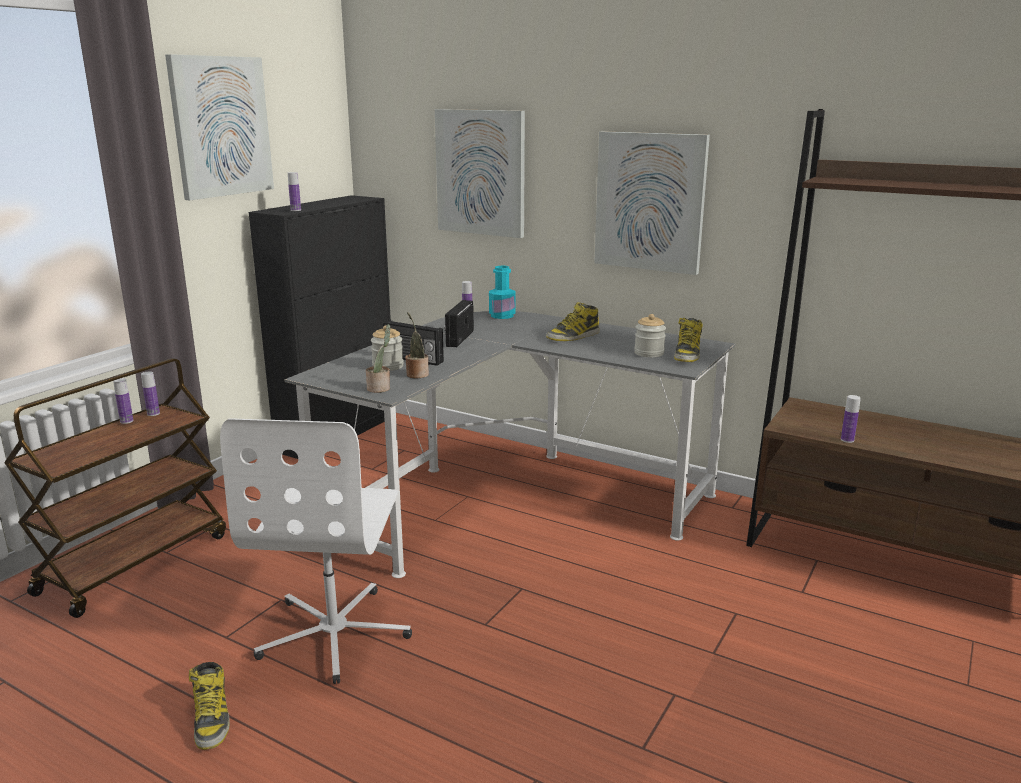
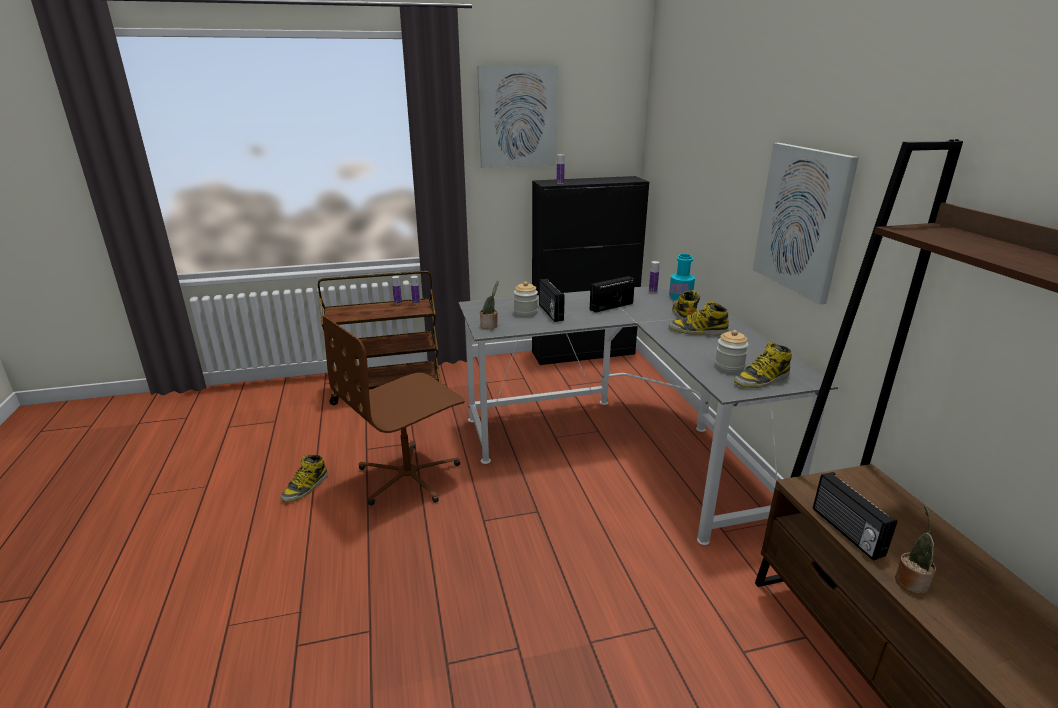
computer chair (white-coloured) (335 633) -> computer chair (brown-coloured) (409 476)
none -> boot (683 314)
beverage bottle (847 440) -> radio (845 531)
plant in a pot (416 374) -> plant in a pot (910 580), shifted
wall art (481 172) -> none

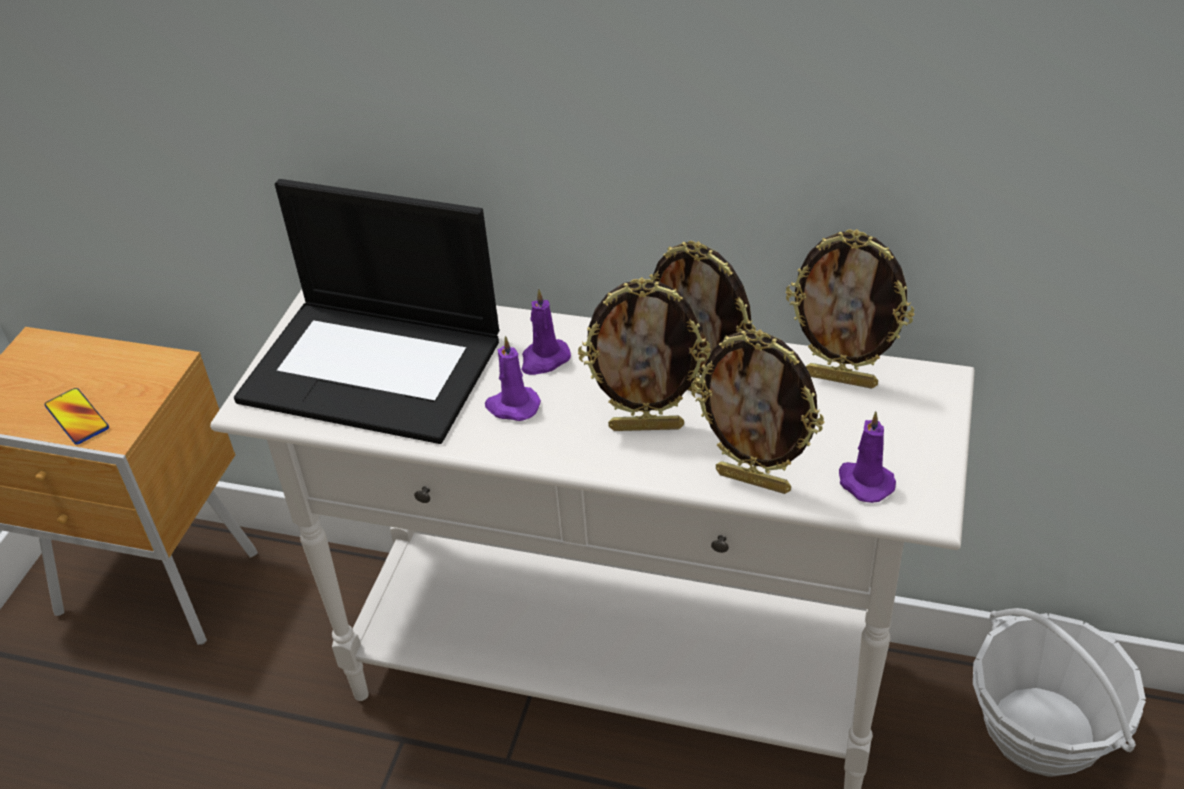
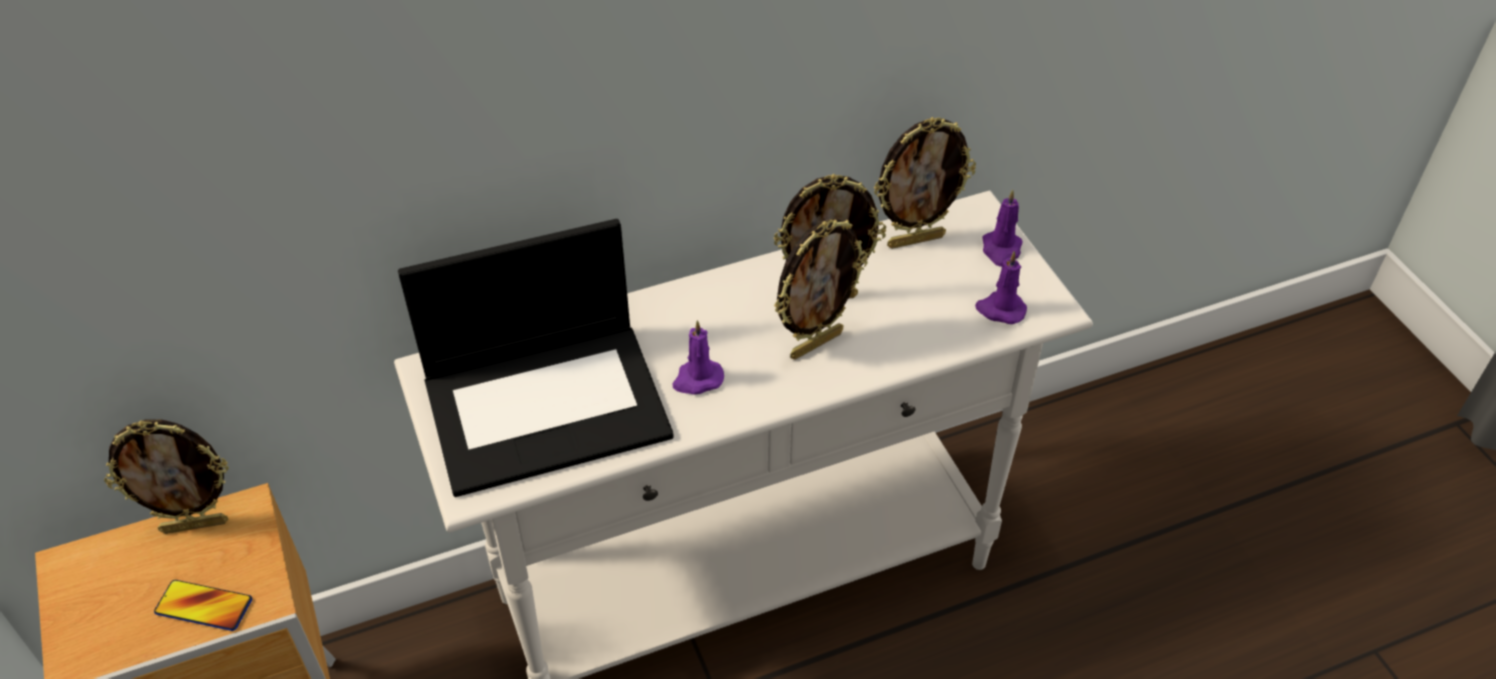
photo frame (754 480) -> photo frame (195 524), shifted
candle (purplish) (544 359) -> candle (purplish) (1001 250), shifted
household basket (1042 731) -> none

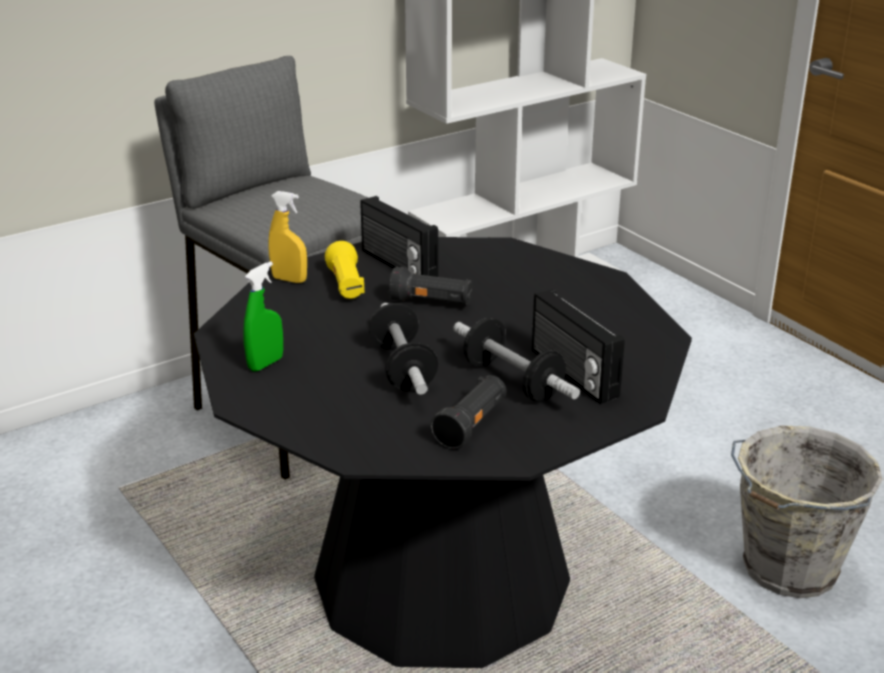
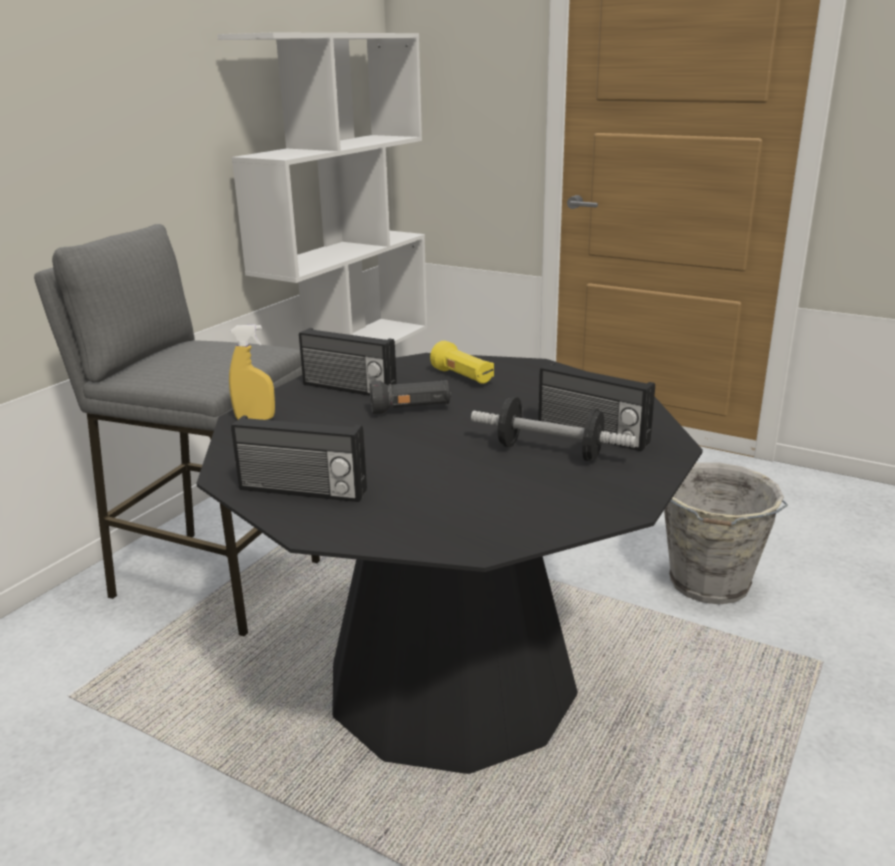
spray bottle (greenish) (265 363) -> radio (302 491)
flashlight (yellowish) (346 285) -> flashlight (yellowish) (463 377), shifted
free weight (402 368) -> none
flashlight (blackish) (471 425) -> none

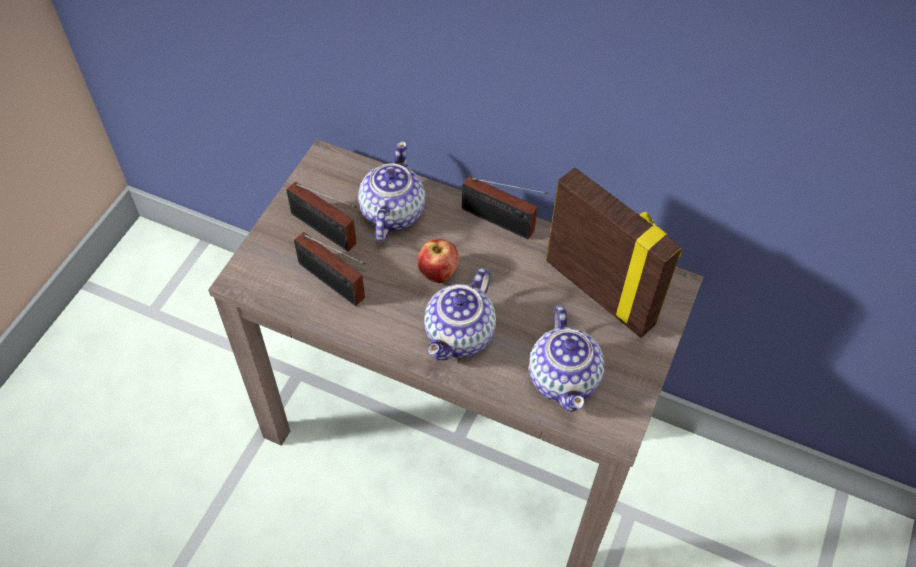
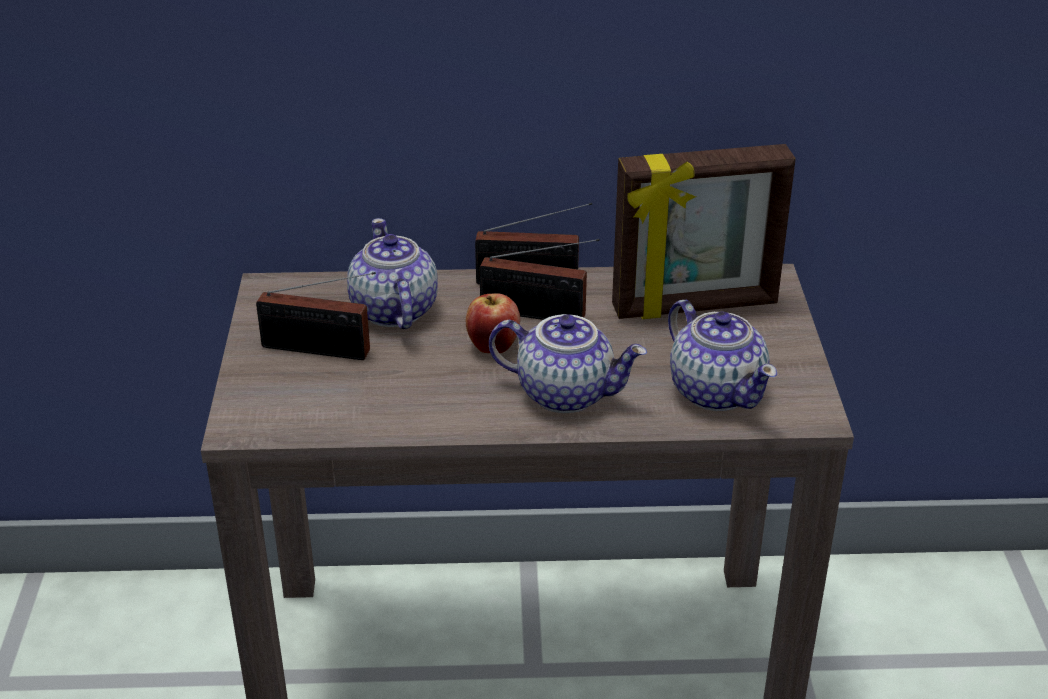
radio (334 284) -> radio (538 315), shifted
tea pot (461 337) -> tea pot (567 393), 75 degrees counterclockwise
photo frame (601 292) -> photo frame (695 307), 150 degrees clockwise

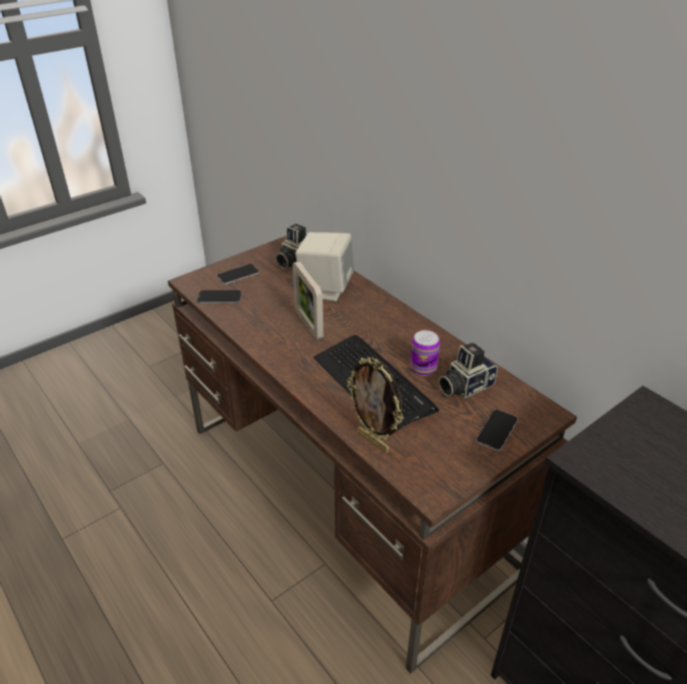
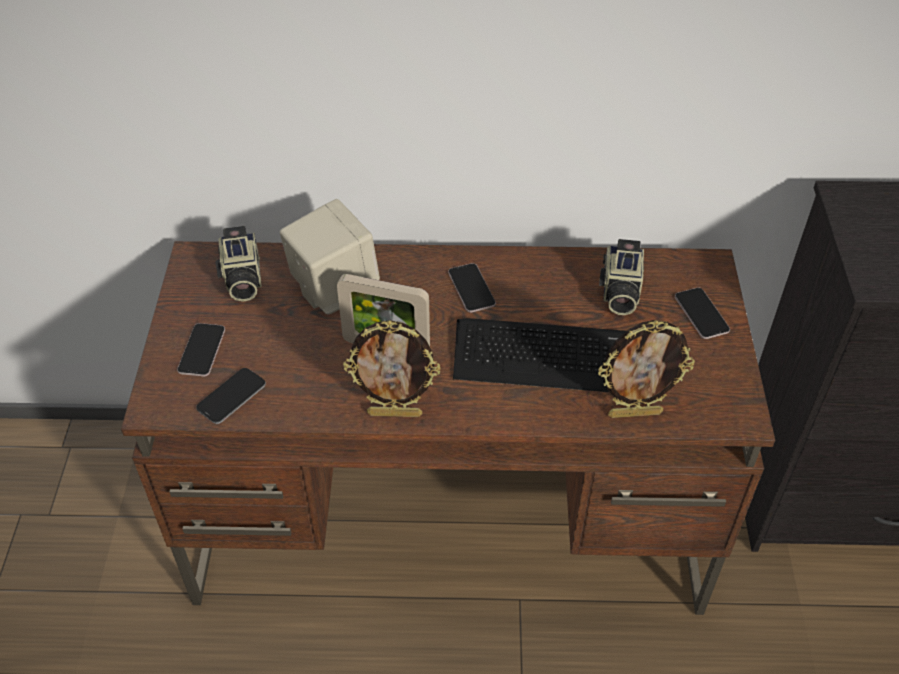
none -> photo frame (395 413)
none -> telephone (471 288)
can (423 368) -> none

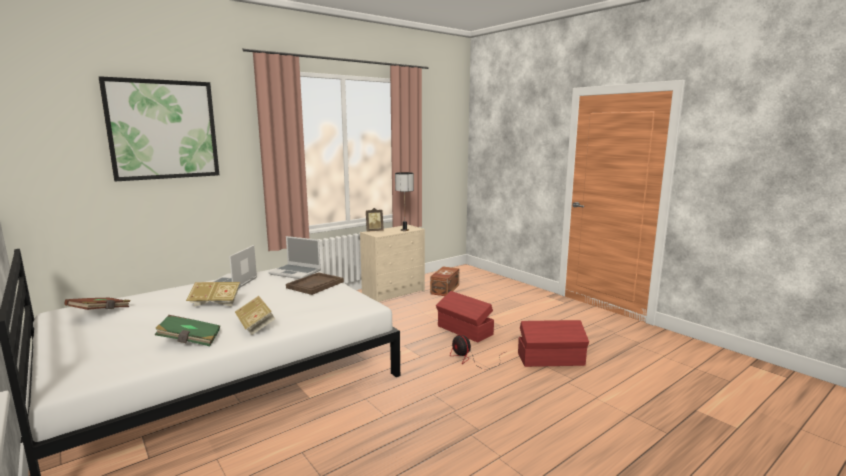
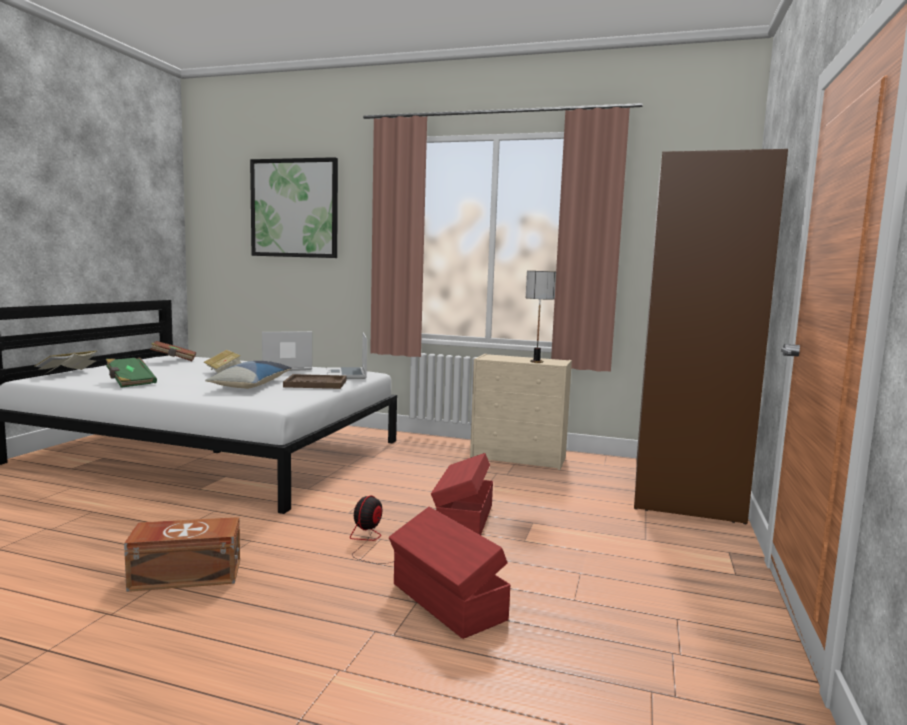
book (255 325) -> book (68 373), shifted
storage bin (brown-coloured) (444 289) -> storage bin (brown-coloured) (185 574), shifted
none -> pillow (252 385)
none -> clothes cupboard (brown-coloured) (685 488)
photo frame (374 231) -> none

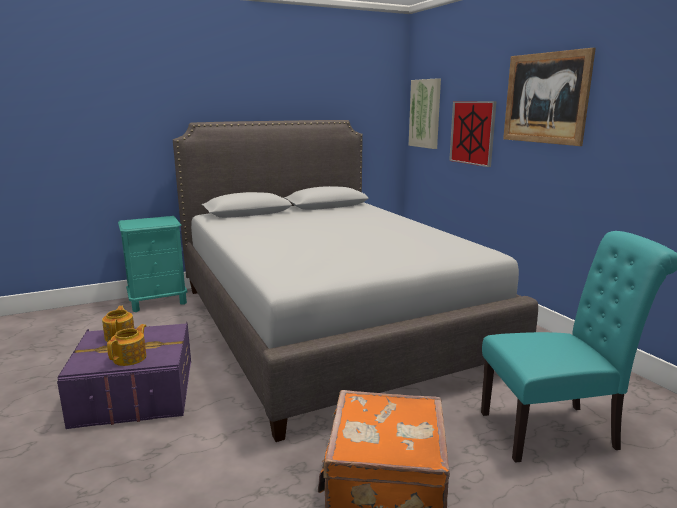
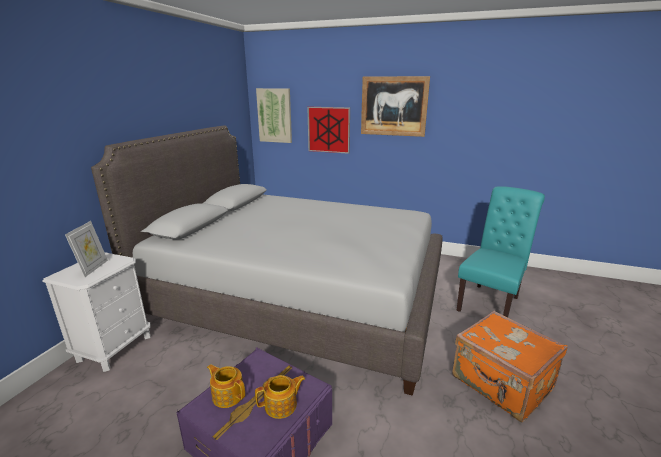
bedside table (blue-green) (158 301) -> bedside table (white-coloured) (115 348)
none -> photo frame (93 268)
tea pot (131 358) -> tea pot (281 405), 90 degrees clockwise

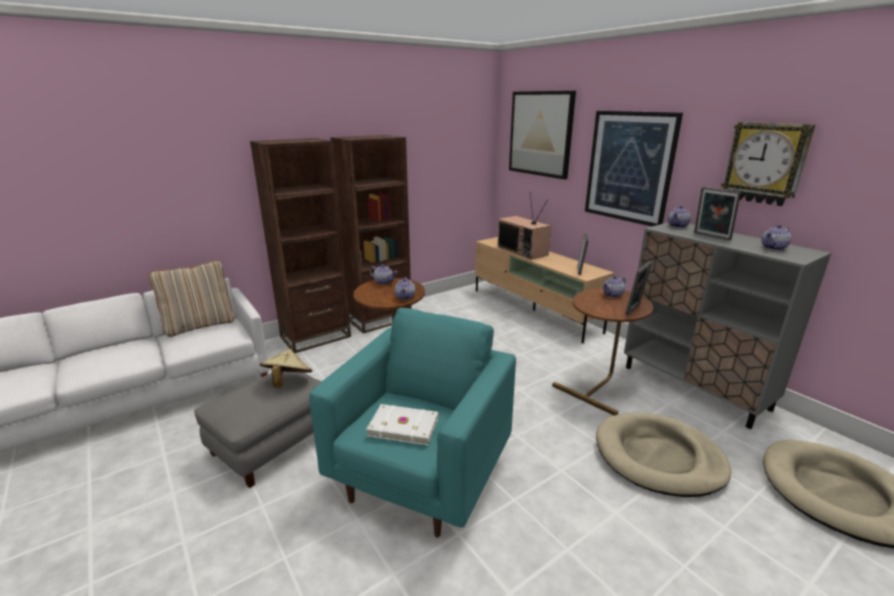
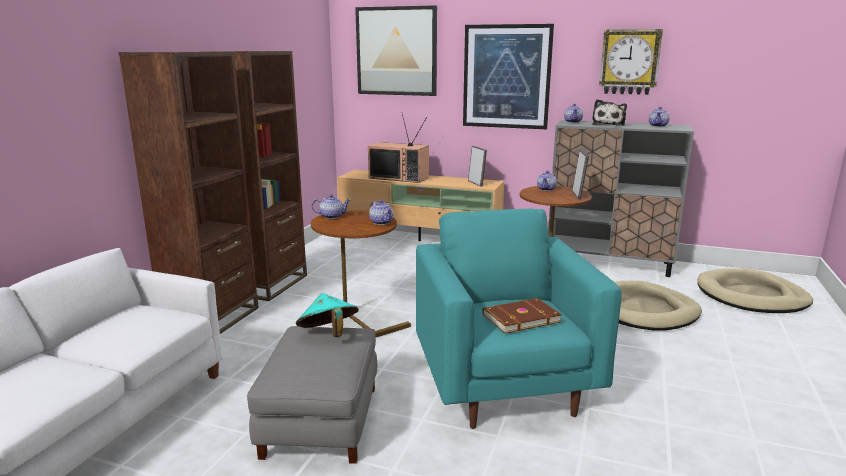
wearable hat (beige) (288 382) -> wearable hat (blue-green) (328 334)
book (white-coloured) (403 425) -> book (brown-coloured) (520 318)
photo frame (711 236) -> cuddly toy (609 124)
pillow (beige) (200 325) -> none

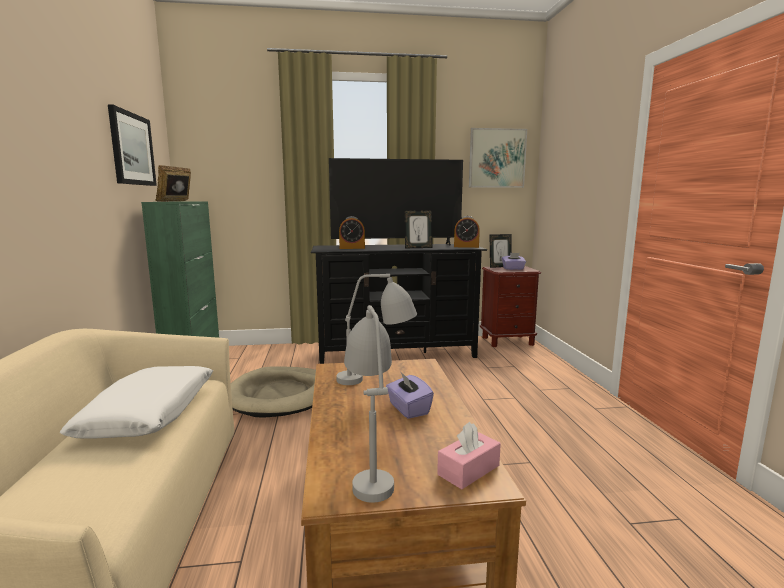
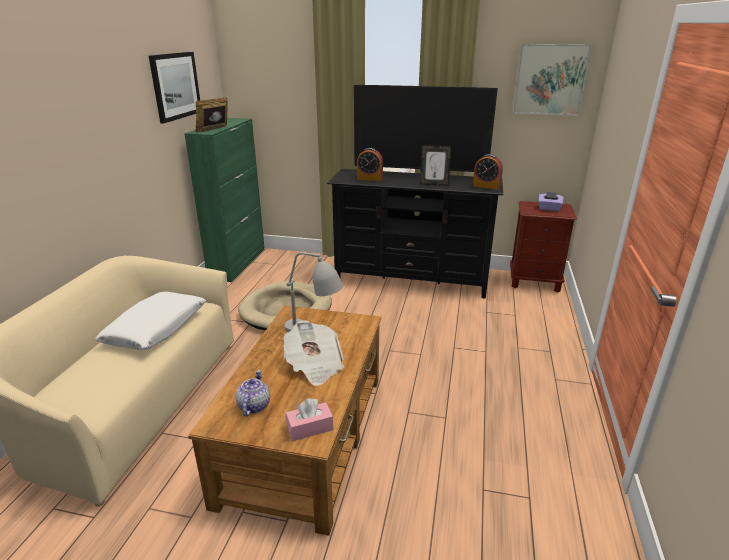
lamp for a table (grey) (370 462) -> tea pot (253 406)
box of tissues (purplish) (408 409) -> daily paper (314 366)
photo frame (499 267) -> none

